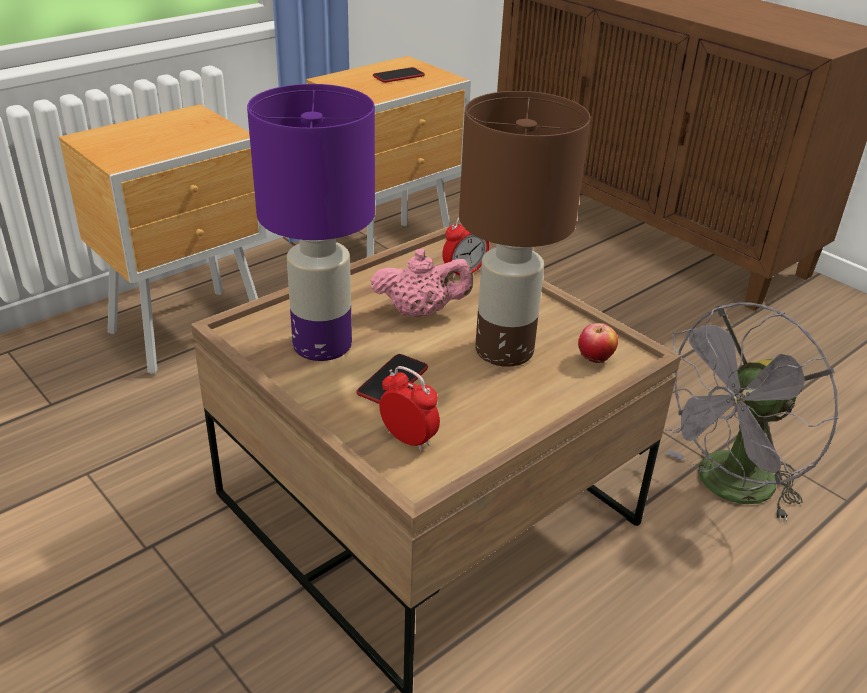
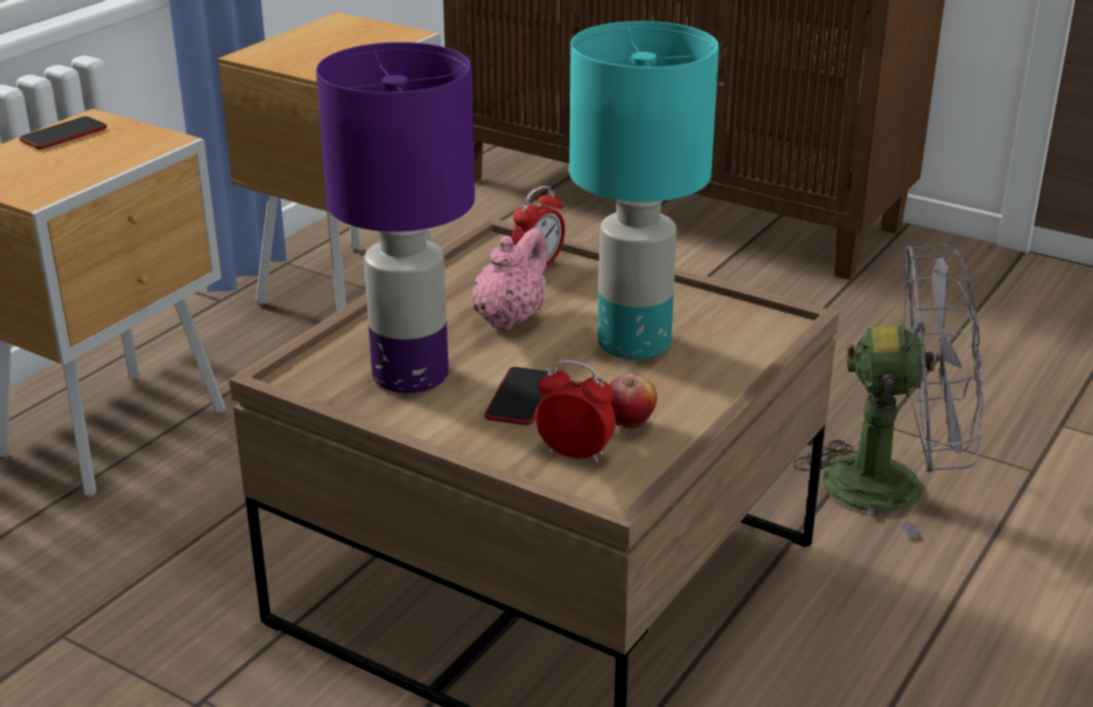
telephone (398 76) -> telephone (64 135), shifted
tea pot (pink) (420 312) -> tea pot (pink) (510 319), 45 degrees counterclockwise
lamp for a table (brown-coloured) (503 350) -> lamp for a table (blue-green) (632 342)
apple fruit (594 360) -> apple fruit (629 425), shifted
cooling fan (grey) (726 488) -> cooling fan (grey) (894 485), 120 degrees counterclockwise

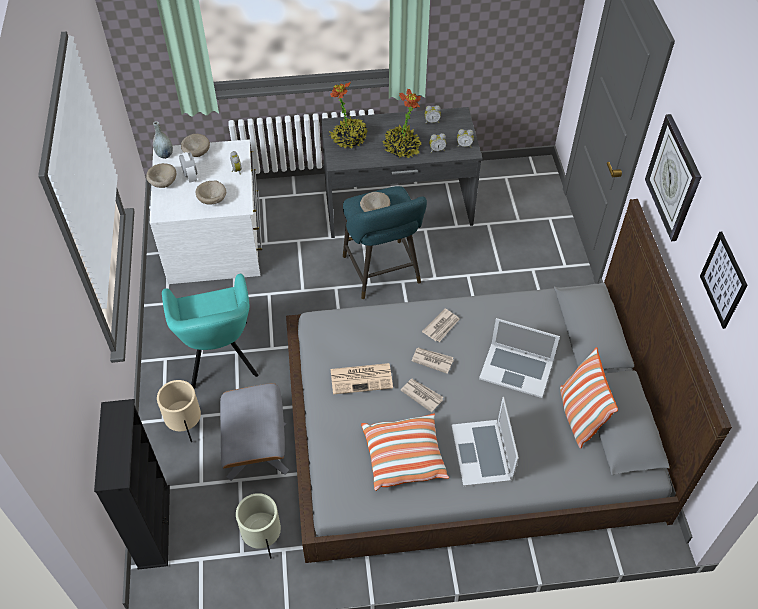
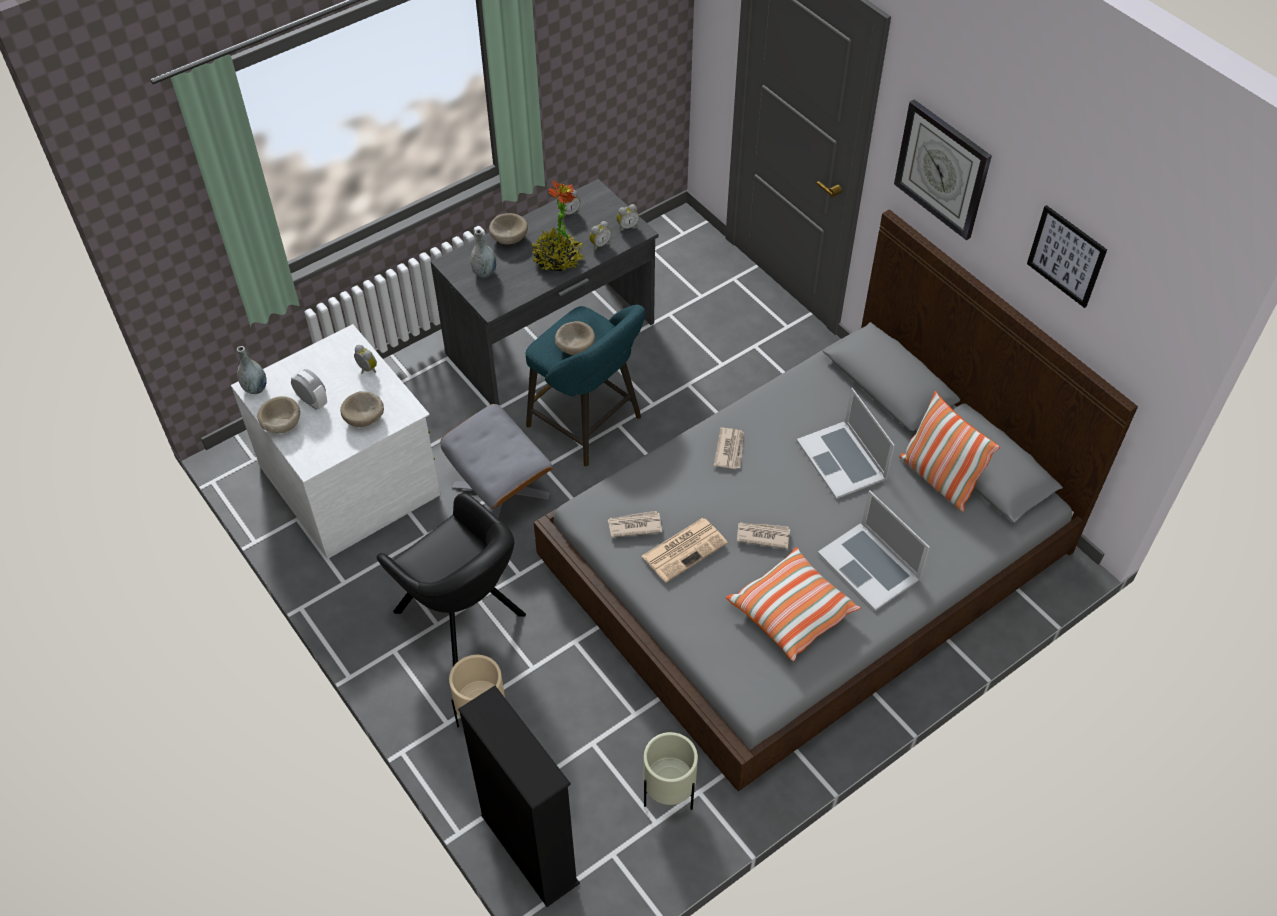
armchair (blue-green) (220 358) -> armchair (blackish) (463 616)
footrest (grey) (257 450) -> footrest (grey) (501 490), shifted
plant in a pot (349 139) -> flower vase (grey) (484 273)
bowl (beige) (196 152) -> bowl (beige) (508 238), shifted
daily paper (432 360) -> daily paper (634 525), shifted
laptop (516 369) -> laptop (842 459), 75 degrees clockwise

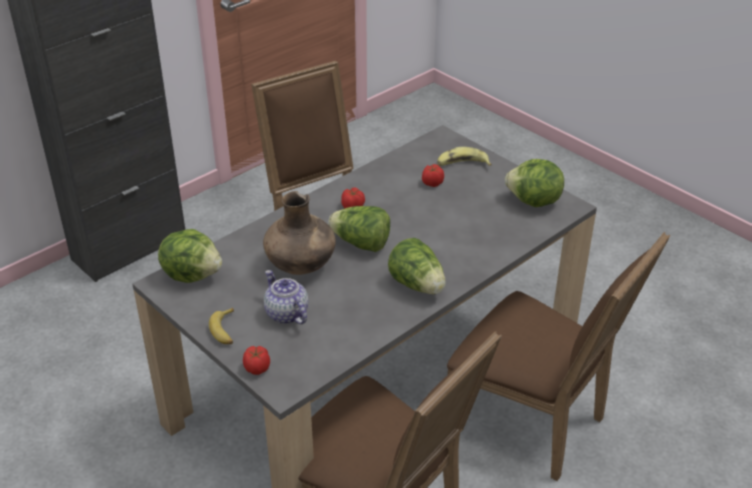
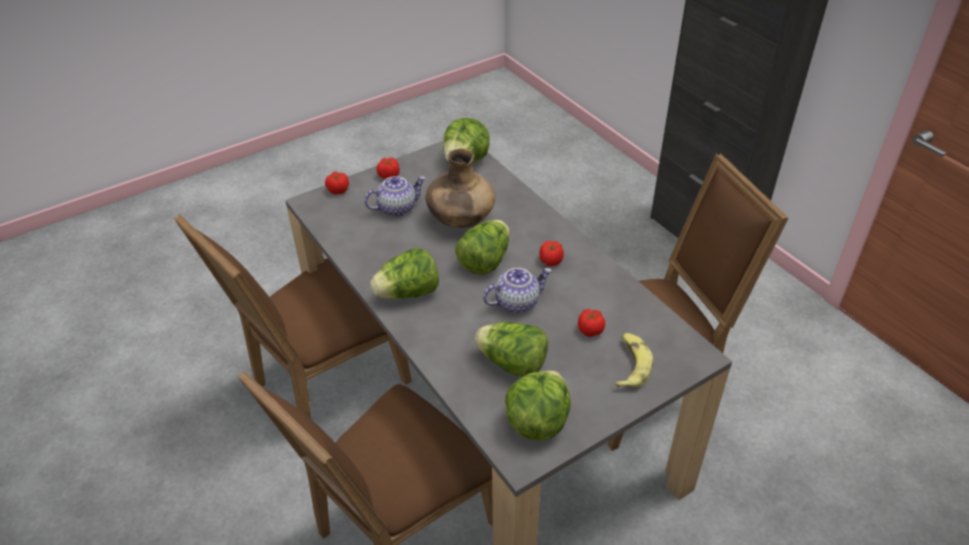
whole banana (225 331) -> fresh tomato (388 176)
none -> lettuce head (512 364)
none -> tea pot (517 302)

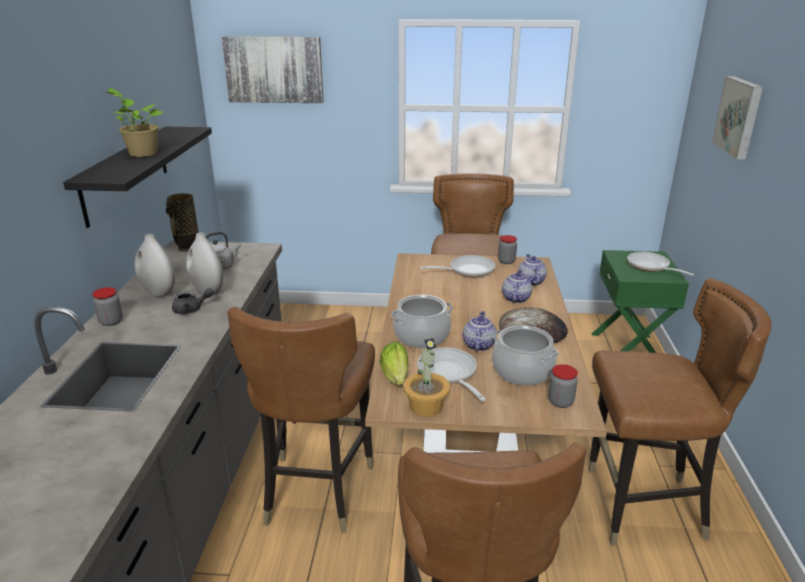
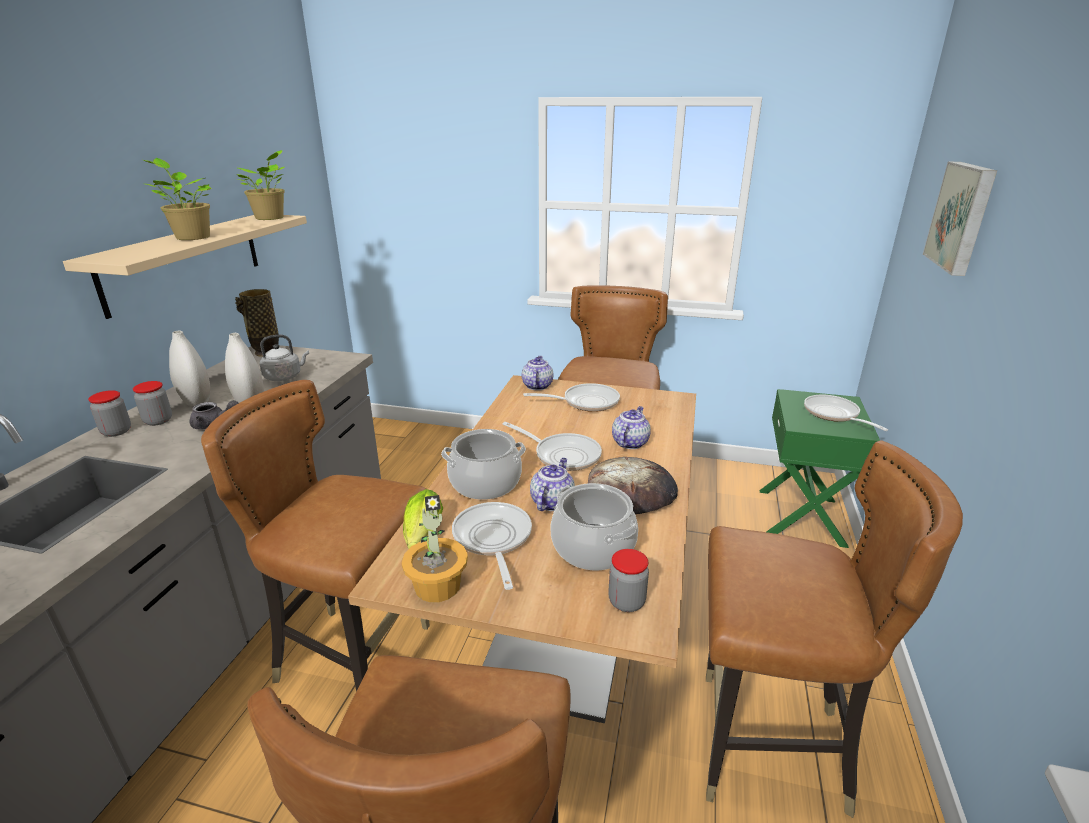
bracket shelf (blackish) (126 173) -> bracket shelf (beige) (184 261)
jar (506 261) -> jar (158 421), shifted
upright chair (brown-coloured) (316 491) -> upright chair (brown-coloured) (356 658), 90 degrees clockwise
none -> plant in a pot (271 218)
none -> pan (563 455)
tea pot (530 281) -> tea pot (537 386), shifted
wall art (274 69) -> none

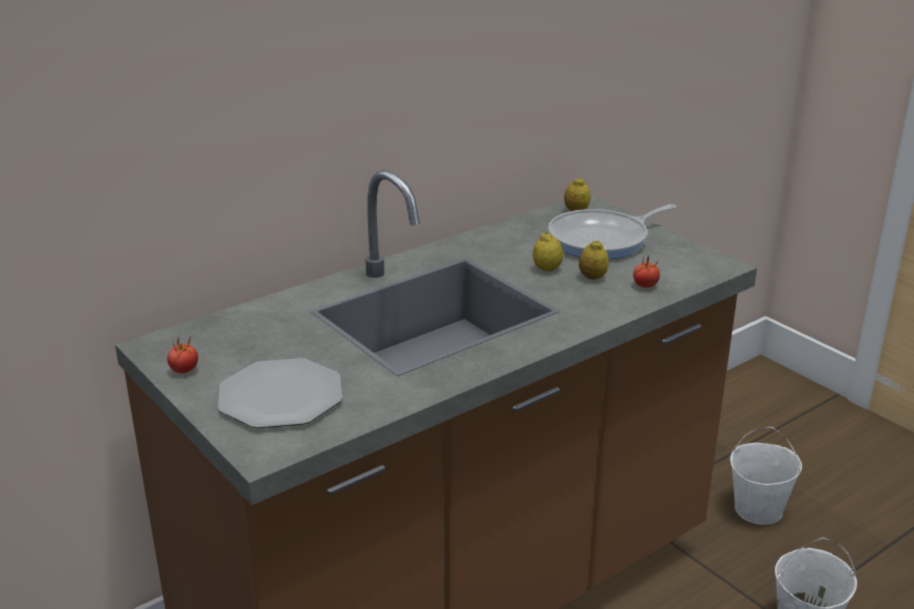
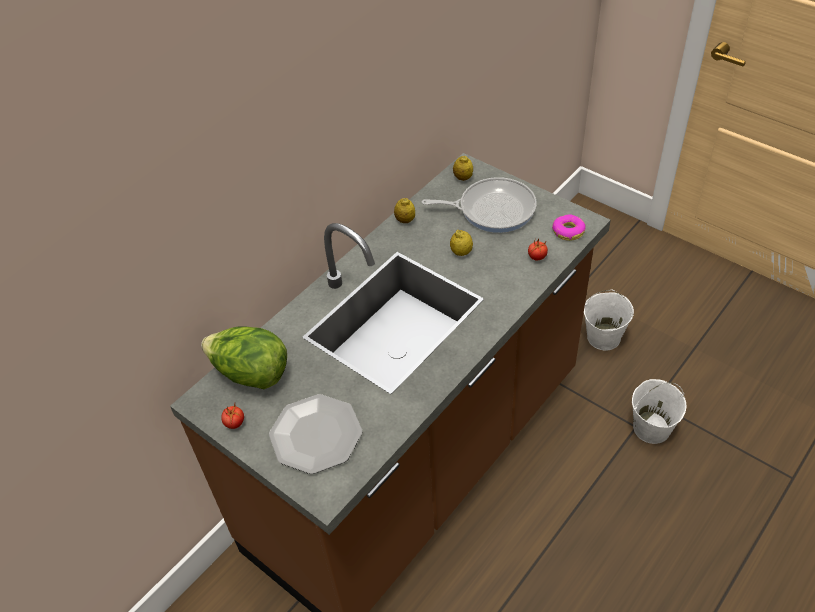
none -> lettuce head (251 374)
citrus fruit (592 277) -> citrus fruit (405 220), shifted
pan (603 240) -> pan (492 209), 135 degrees counterclockwise
none -> doughnut (568 231)

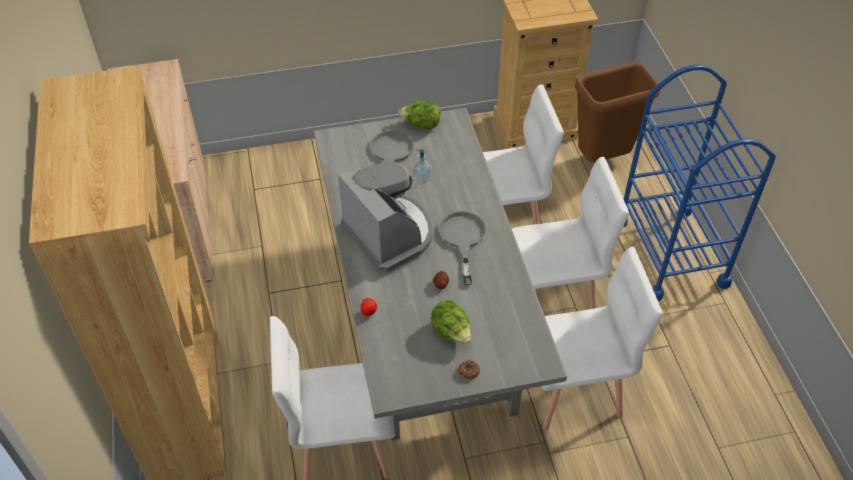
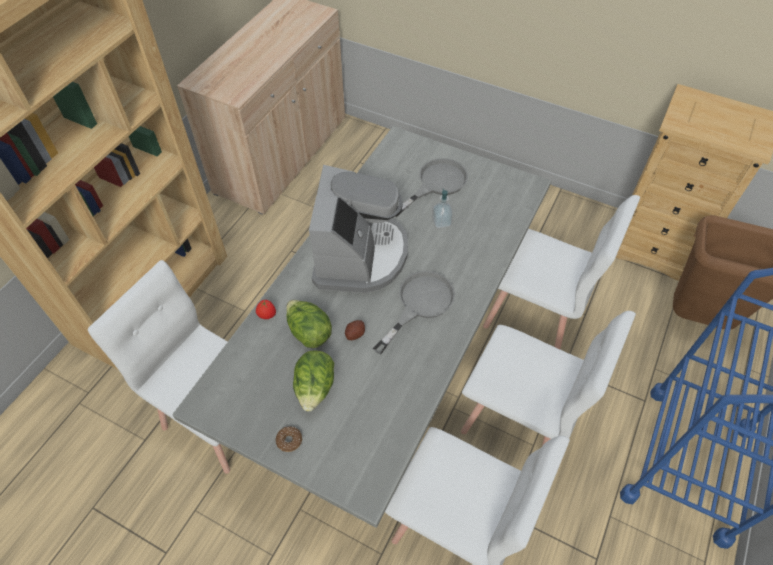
lettuce head (421 125) -> lettuce head (309 332), shifted

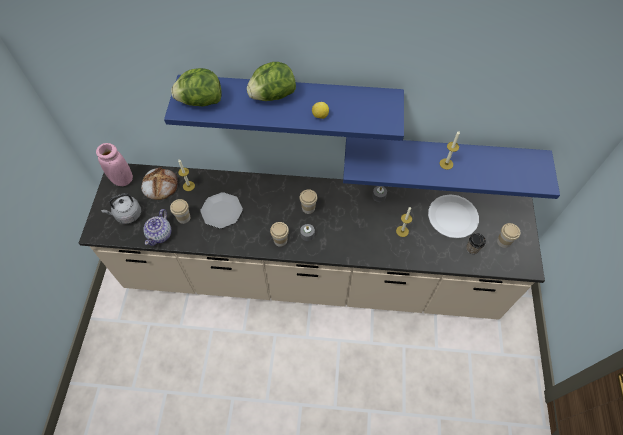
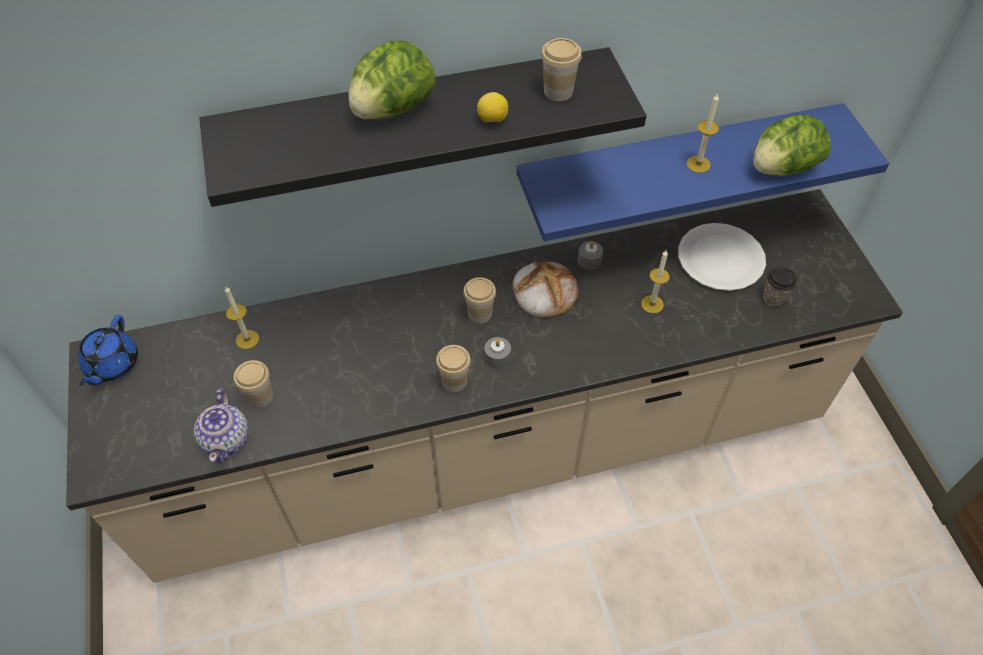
flower vase (pink) (122 179) -> tea pot (blue) (112 365)
bracket shelf (blue) (290 98) -> bracket shelf (blackish) (414 114)
bakery bread (159 185) -> bakery bread (544 292), shifted
cup (503 241) -> cup (558 91), shifted
lettuce head (200 101) -> lettuce head (782 168), shifted
kettle (grey) (127 215) -> none
dinner plate (221 211) -> none

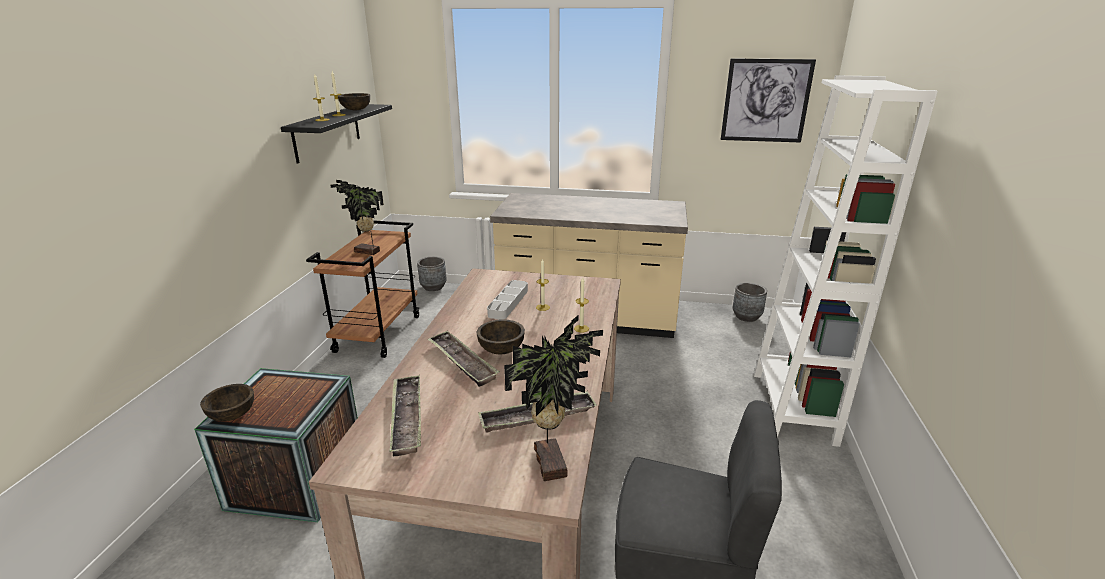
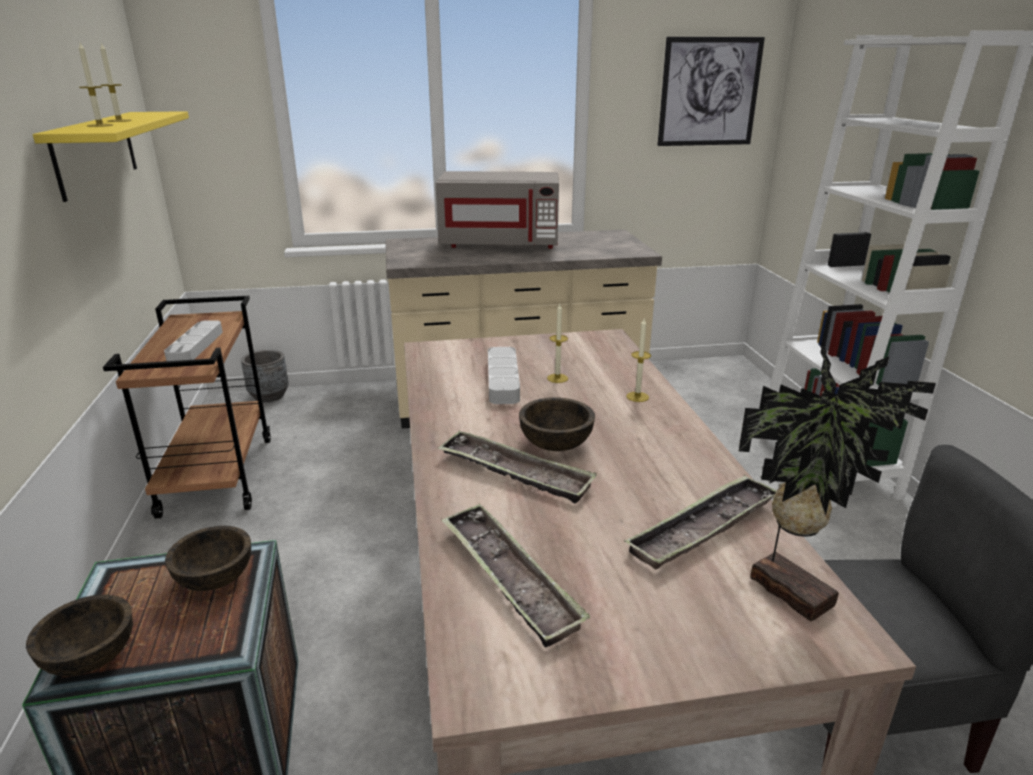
bracket shelf (blackish) (327 132) -> bracket shelf (yellowish) (96 152)
plant in a pot (366 252) -> tray (grey) (196 346)
bowl (brown-coloured) (356 110) -> bowl (brown-coloured) (216 578), shifted
none -> microwave oven (grey) (500 244)
plant pot (grey) (746 317) -> none

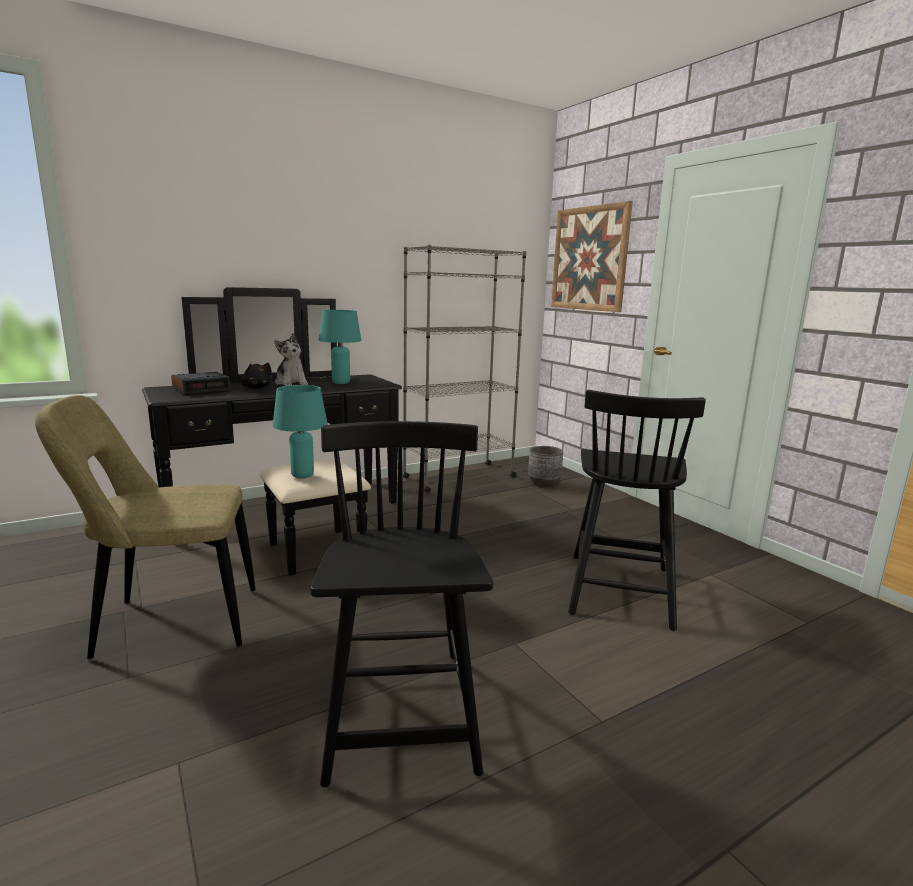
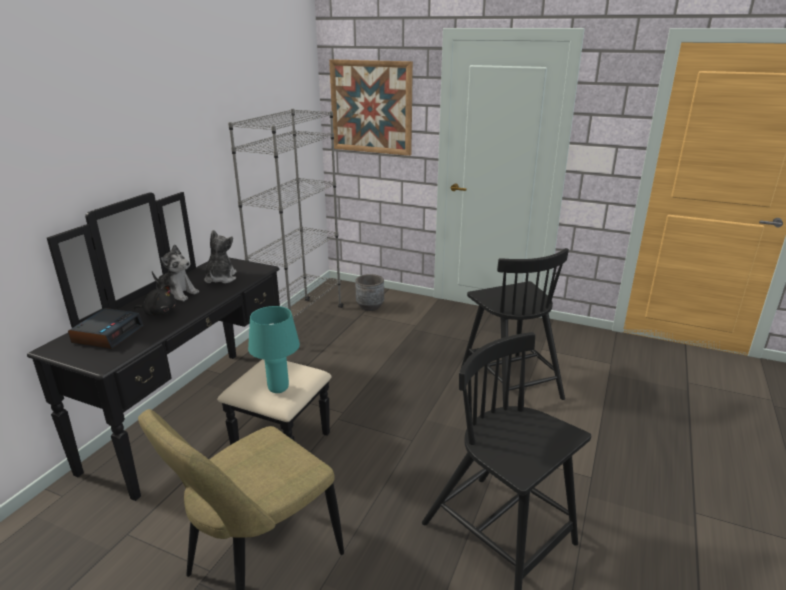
lamp for a table (blue-green) (340 383) -> cuddly toy (220 278)

